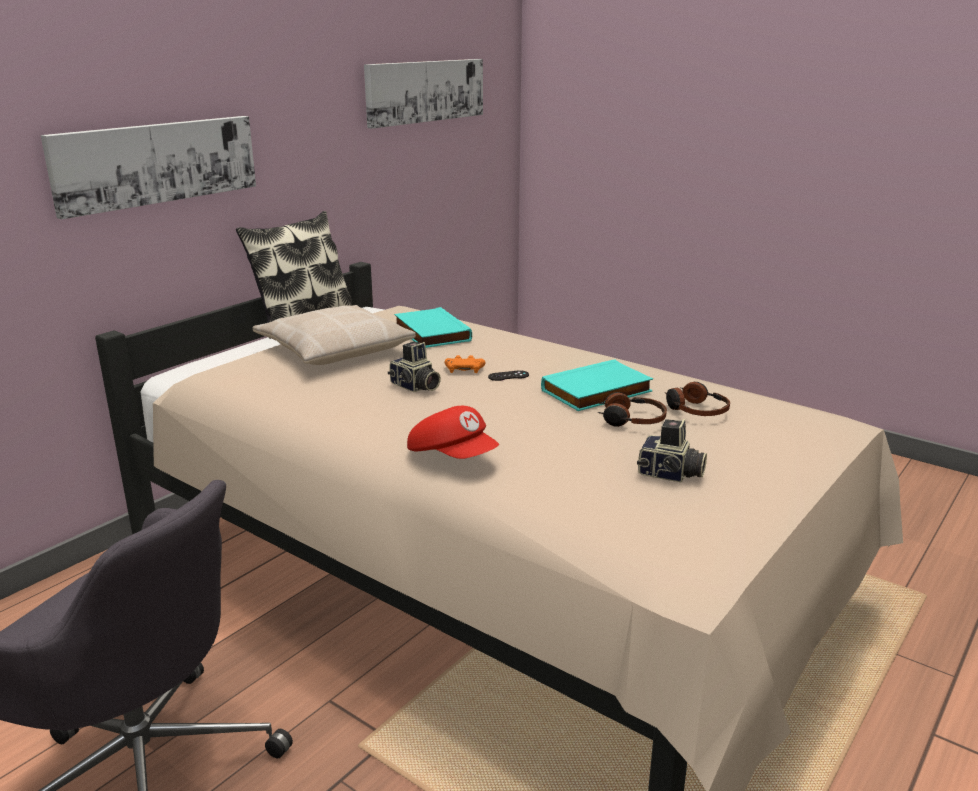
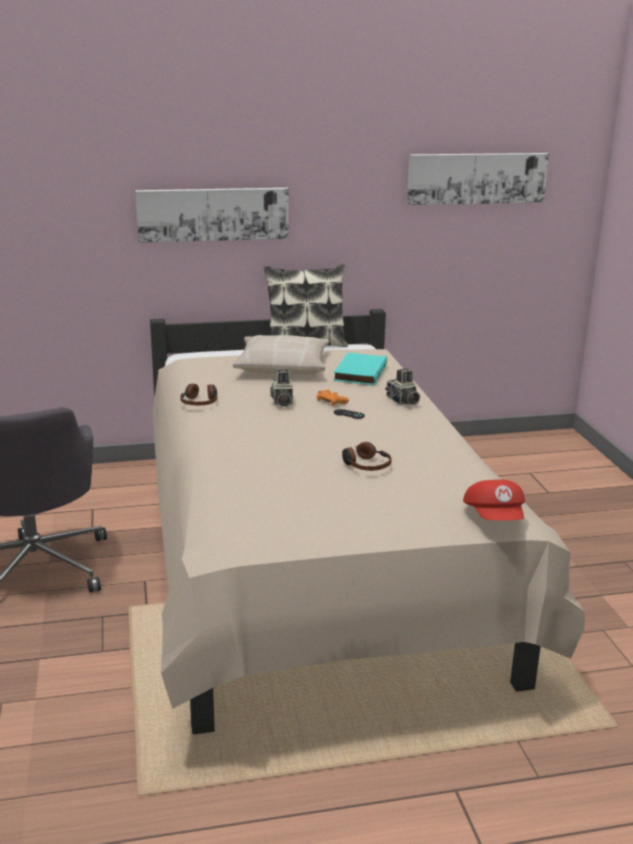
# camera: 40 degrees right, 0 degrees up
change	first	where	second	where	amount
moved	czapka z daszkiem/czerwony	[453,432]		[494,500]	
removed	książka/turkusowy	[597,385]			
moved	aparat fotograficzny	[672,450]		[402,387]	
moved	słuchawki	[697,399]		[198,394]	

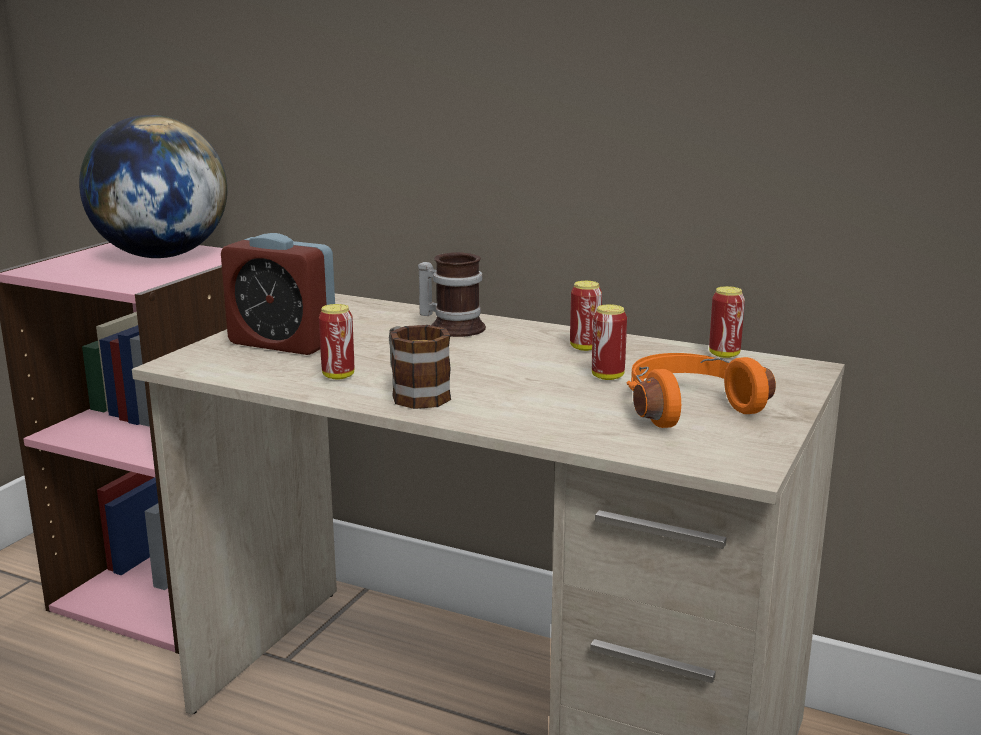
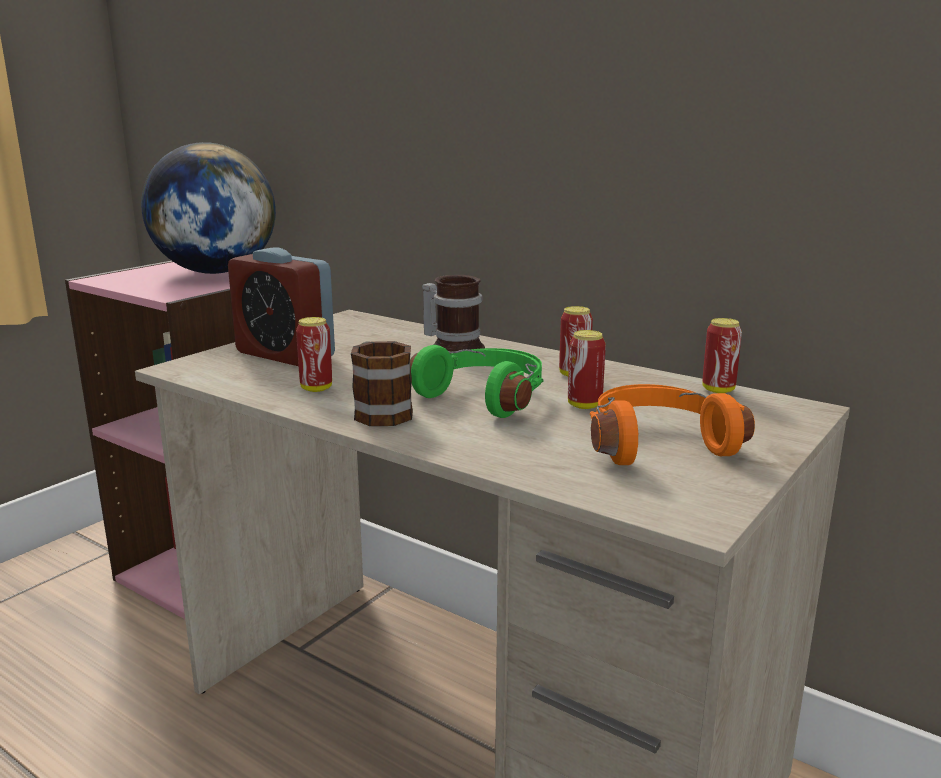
# camera: 10 degrees right, 0 degrees up
change	first	where	second	where	amount
added			słuchawki/zielony	[477,381]	

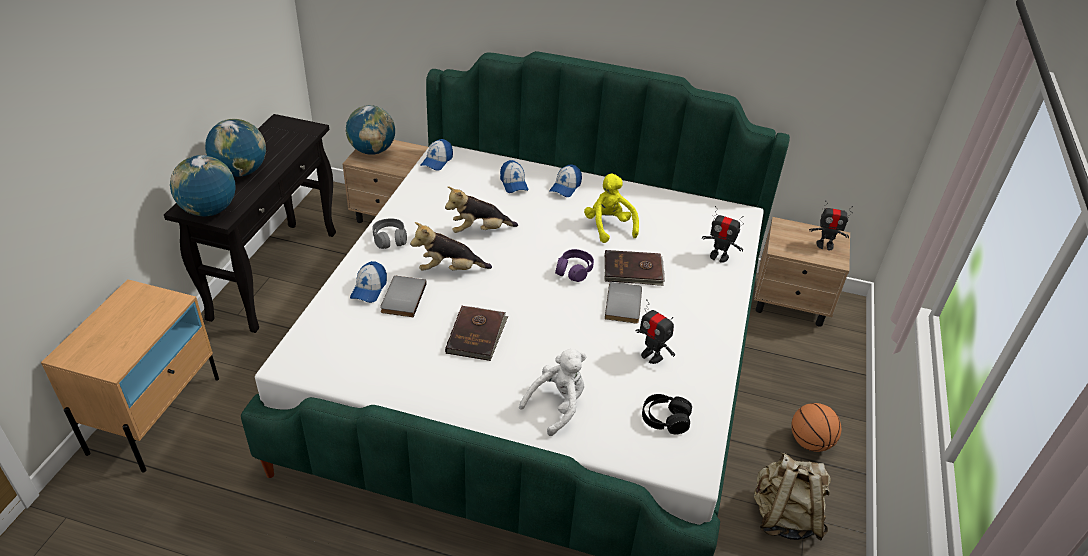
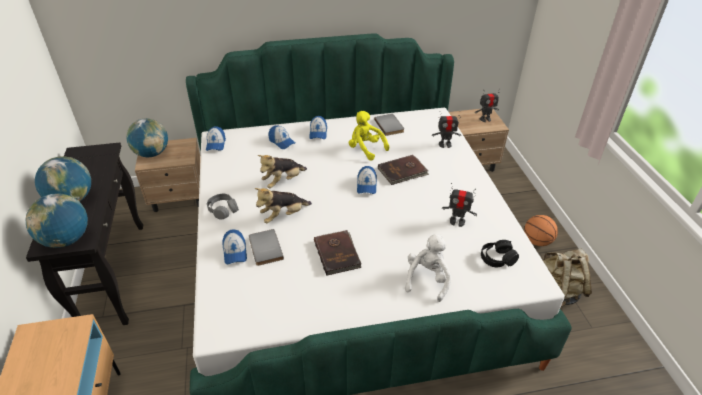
# camera: 25 degrees left, 0 degrees up
change	first	where	second	where	amount
replaced	słuchawki/fioletowy	[574,265]	czapka z daszkiem	[367,180]	
moved	książka/szary	[623,303]		[389,125]	

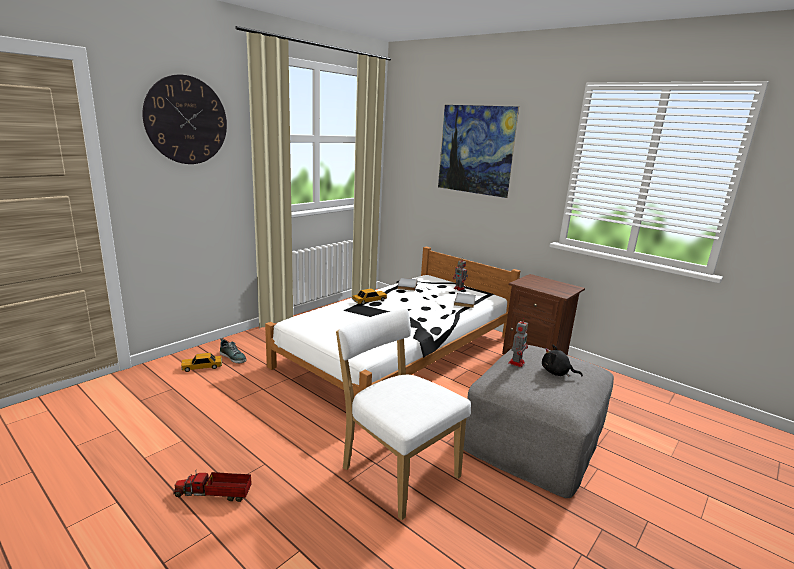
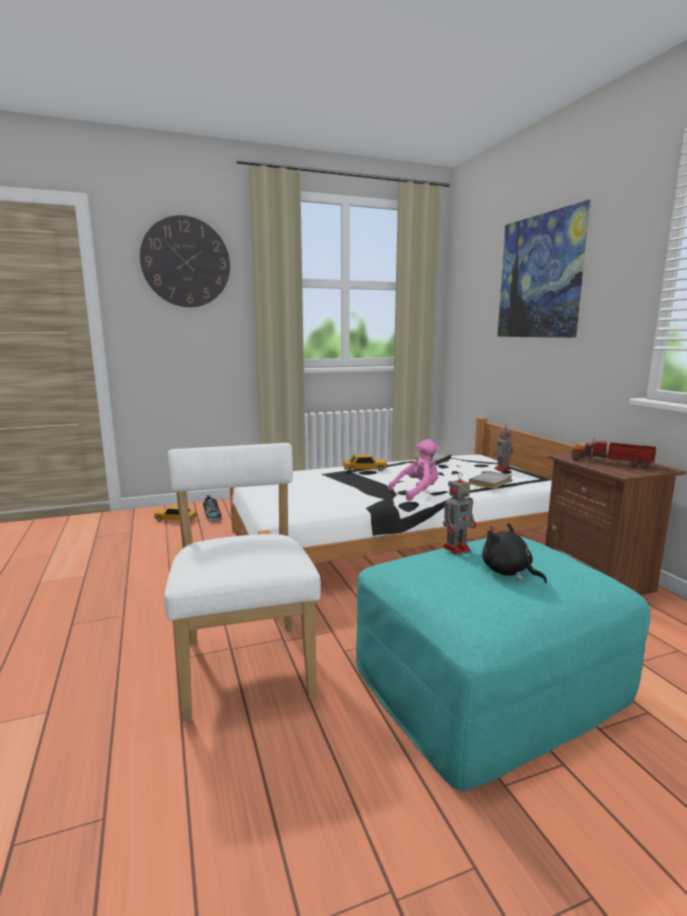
# camera: 30 degrees right, 5 degrees down
change	first	where	second	where	amount
moved	ciężarówka zabawkowa	[213,485]		[613,453]	
recoloured	pufa/szary	[539,421]	pufa/turkusowy	[503,663]	
added			pluszak/różowy	[413,470]	

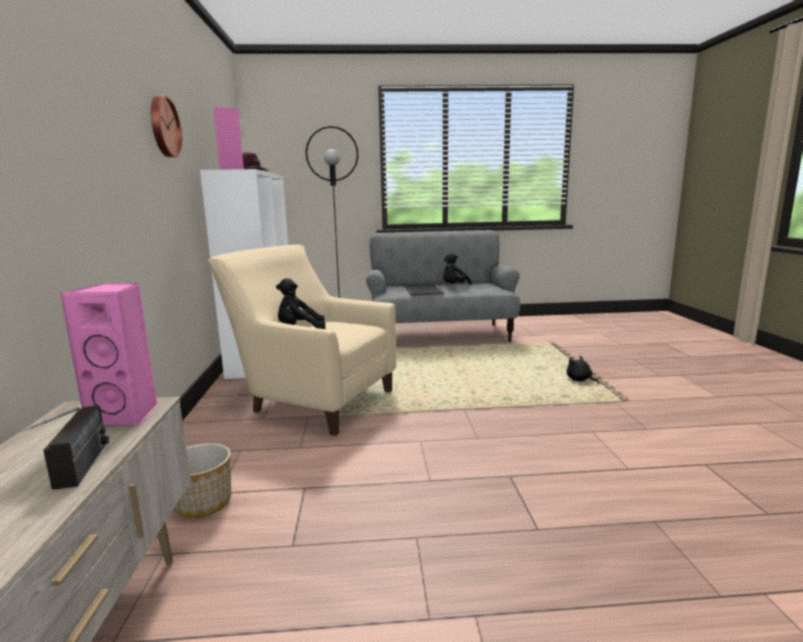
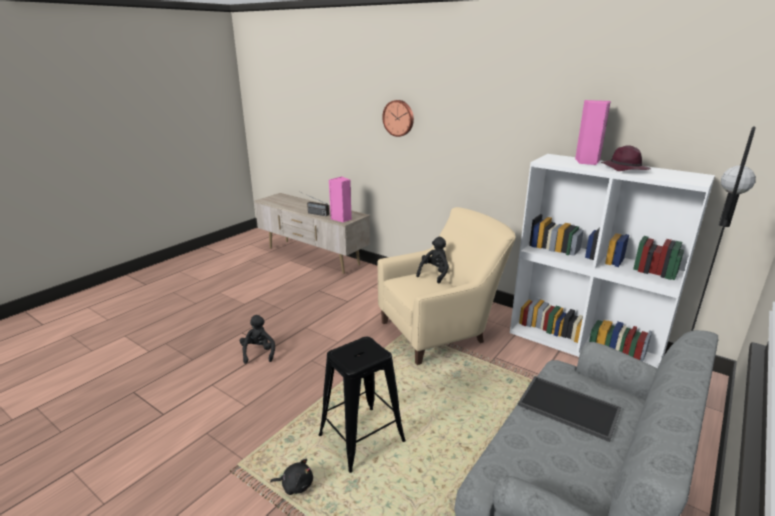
# camera: 130 degrees right, 10 degrees up
change	first	where	second	where	amount
moved	zegar ścienny	[166,126]		[398,118]	
removed	donica	[202,480]			
moved	pluszak/czarny	[457,269]		[257,339]	
added			stołek/czarny	[362,405]	

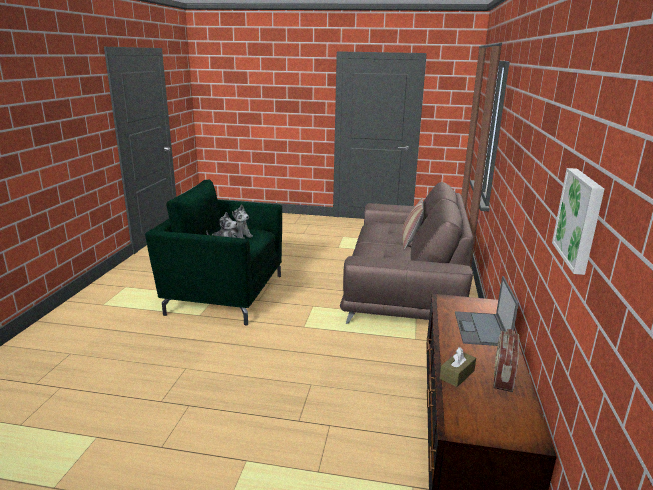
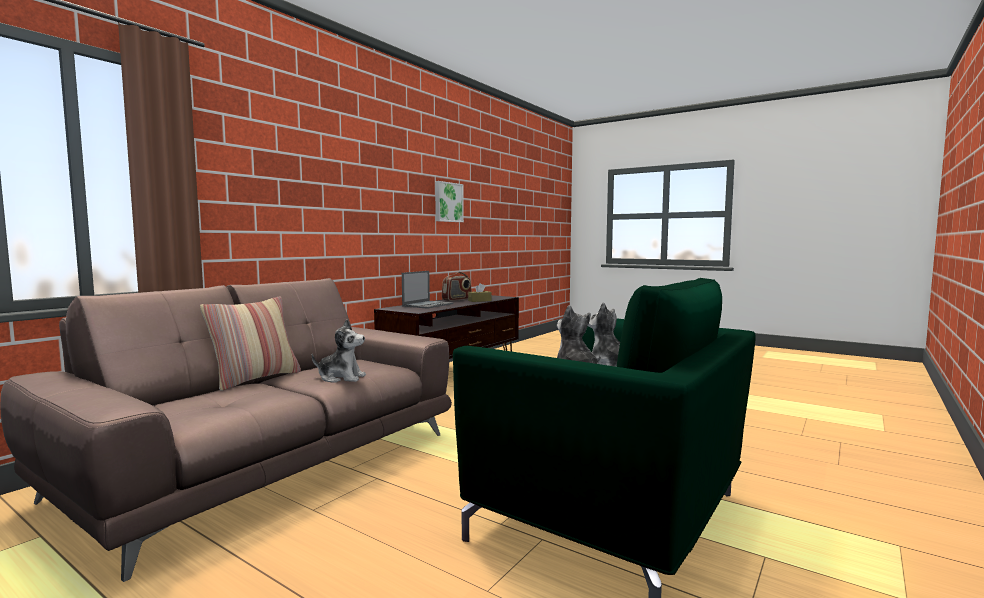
# camera: 155 degrees left, 15 degrees down
change	first	where	second	where	amount
added			pluszak	[339,351]	

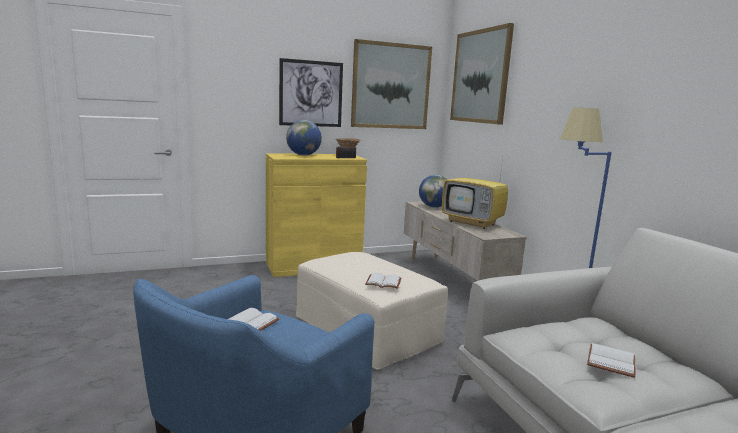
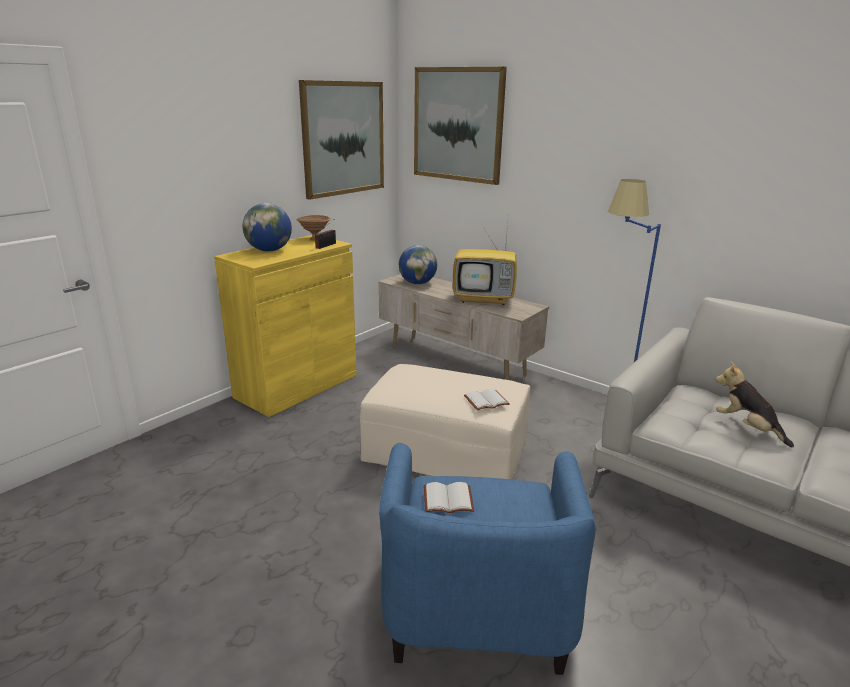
# camera: 30 degrees left, 10 degrees up
change	first	where	second	where	amount
removed	obraz	[311,92]			
replaced	książka/biały	[611,360]	pluszak	[755,404]	

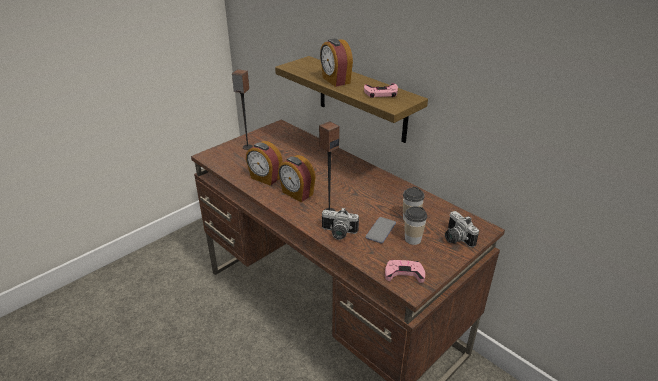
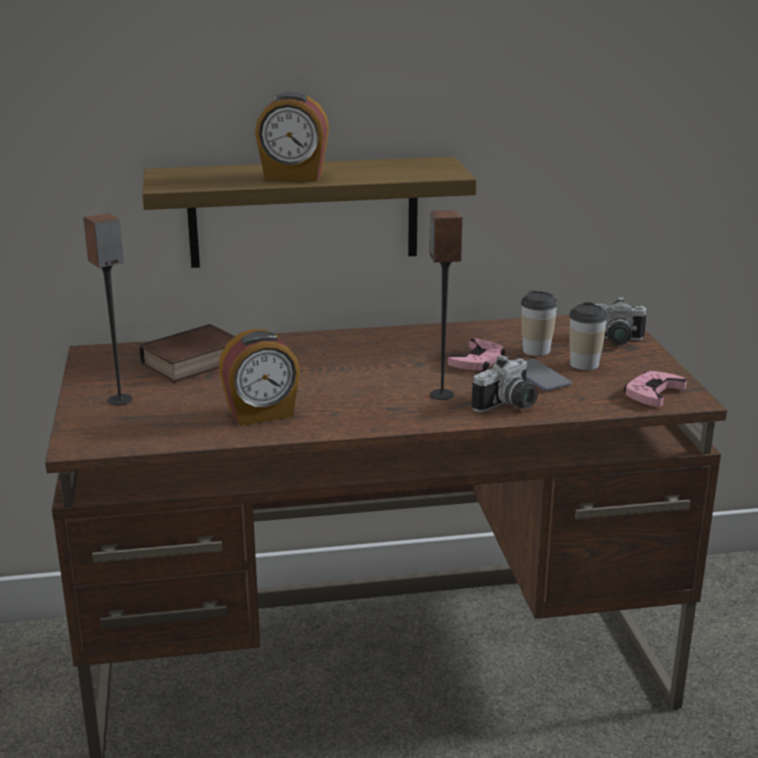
# camera: 55 degrees left, 10 degrees down
change	first	where	second	where	amount
removed	budzik	[297,178]			
moved	pad do gier/różowy	[381,91]		[476,354]	
added			książka	[187,353]	

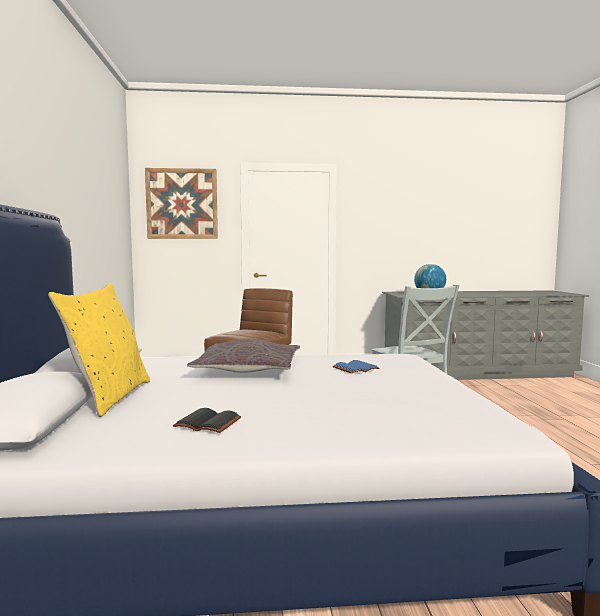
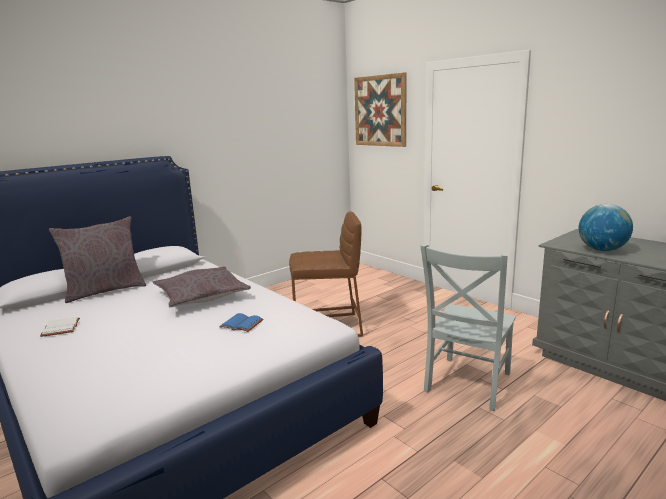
# camera: 55 degrees right, 10 degrees up
change	first	where	second	where	amount
recoloured	poduszka/żółty	[99,350]	poduszka/szary	[97,259]	
recoloured	książka/czarny	[207,420]	książka/biały	[60,327]	

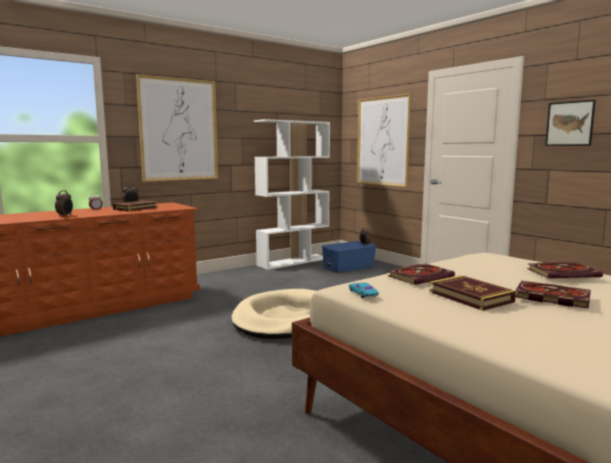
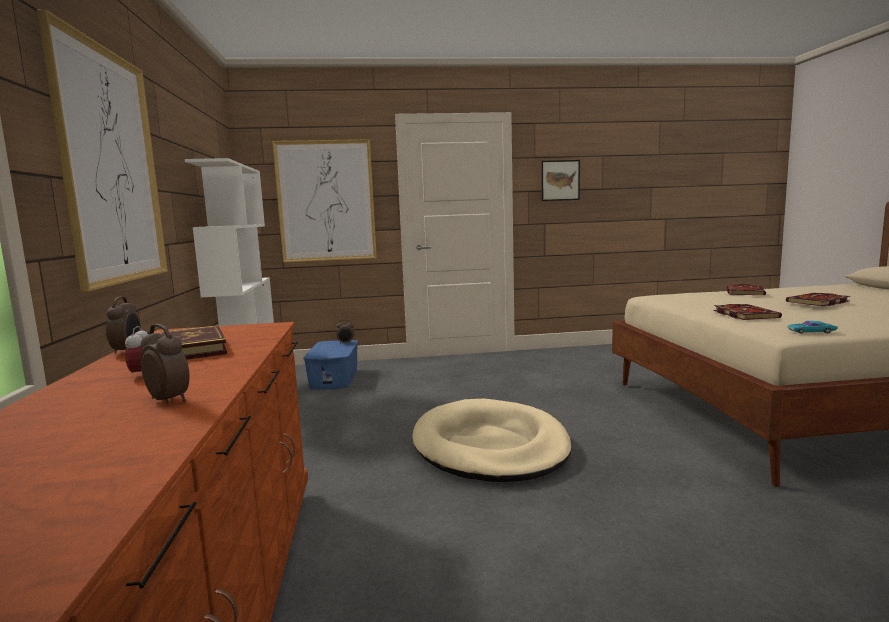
# camera: 60 degrees left, 0 degrees up
change	first	where	second	where	amount
removed	książka	[472,293]			

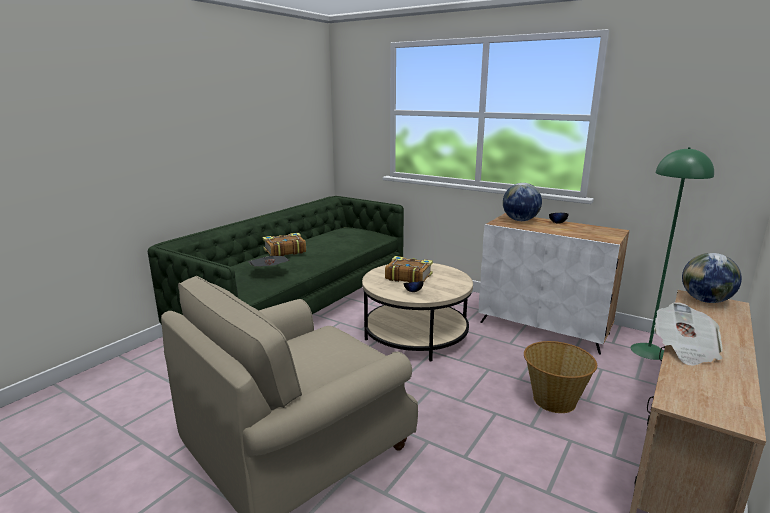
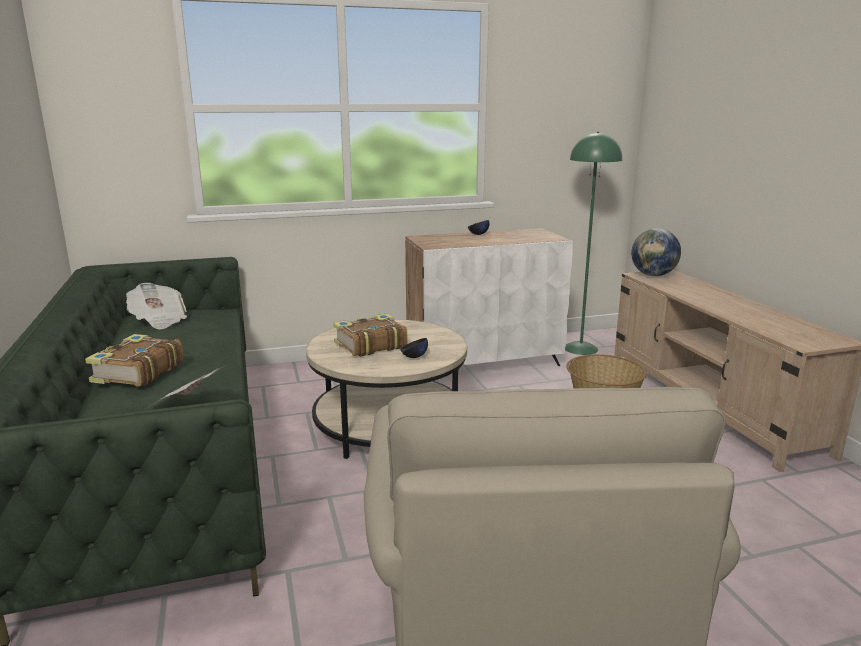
# camera: 50 degrees left, 0 degrees up
change	first	where	second	where	amount
removed	globus	[522,202]			
moved	gazeta	[688,333]		[156,306]	

